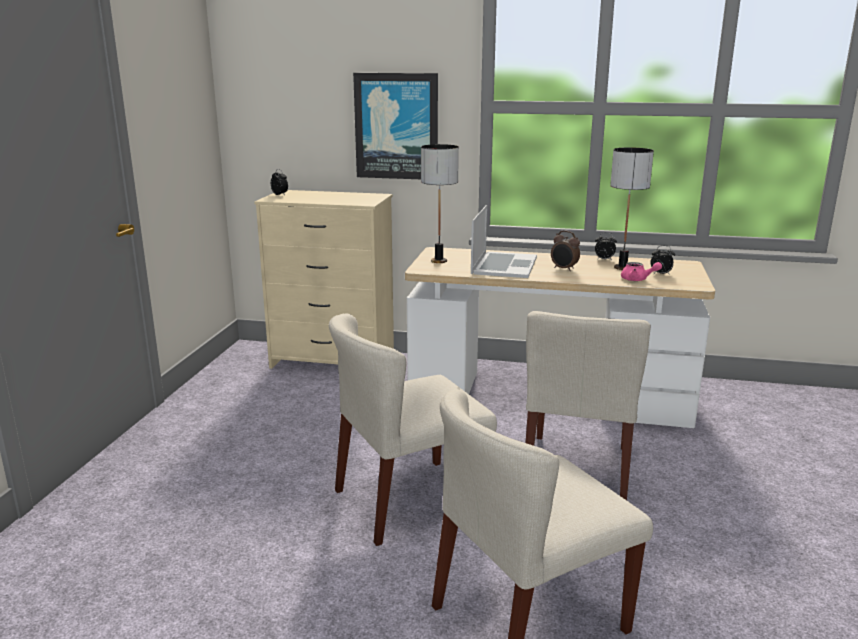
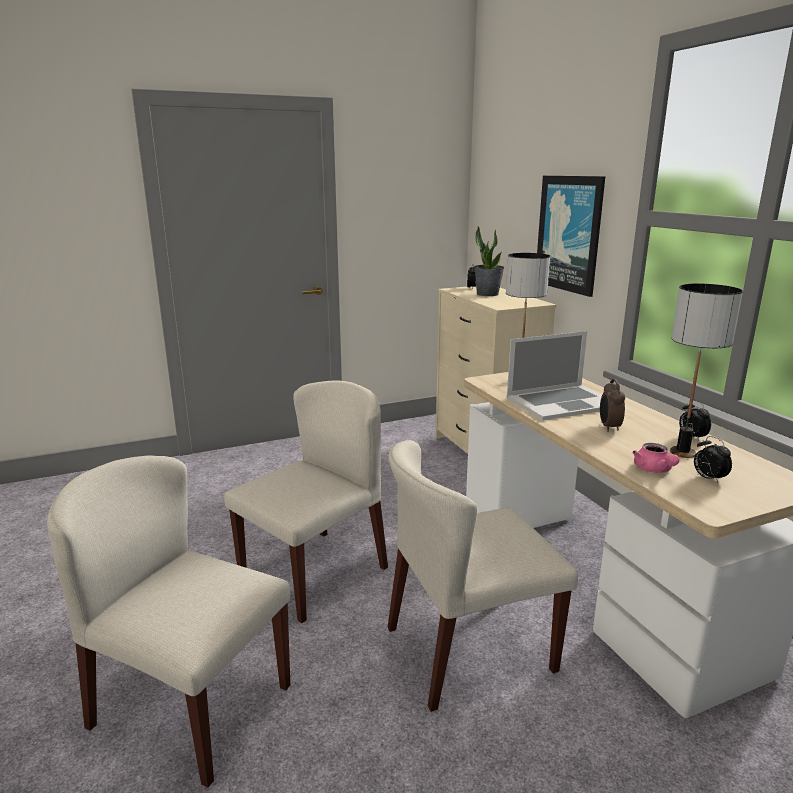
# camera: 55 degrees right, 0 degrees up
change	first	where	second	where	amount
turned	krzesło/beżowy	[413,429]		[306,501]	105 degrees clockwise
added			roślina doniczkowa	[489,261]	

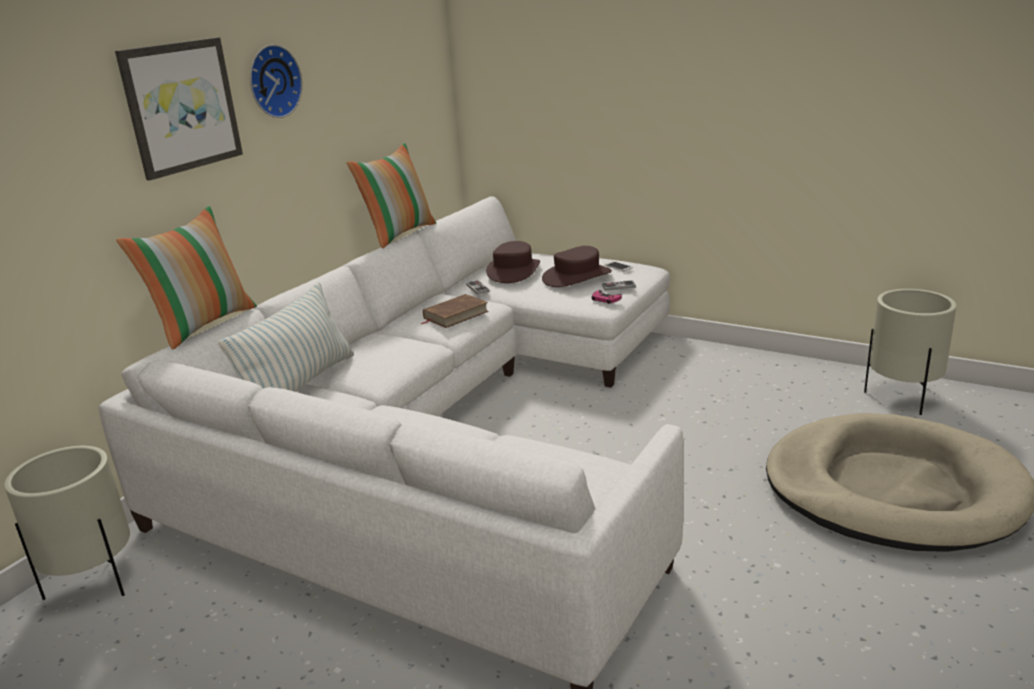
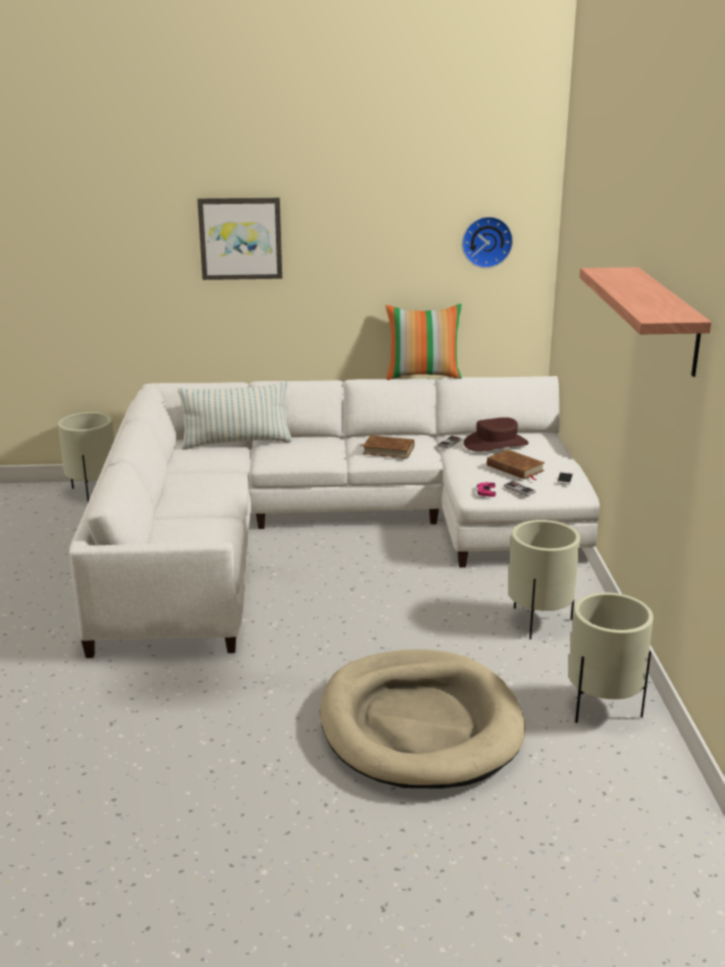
# camera: 55 degrees right, 0 degrees up
change	first	where	second	where	amount
removed	poduszka	[186,278]			
moved	zegar ścienny	[276,81]		[487,242]	
replaced	kapelusz/brązowy	[577,266]	książka/brązowy	[516,464]	
added			donica/beżowy	[544,579]	
added			półka	[646,322]	

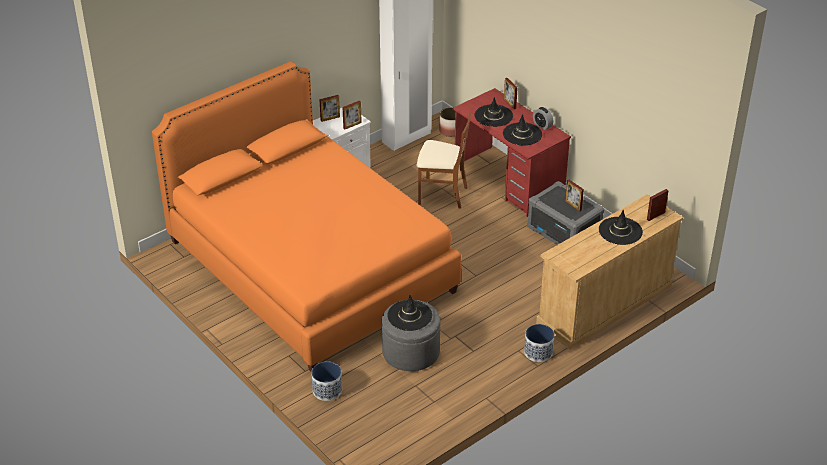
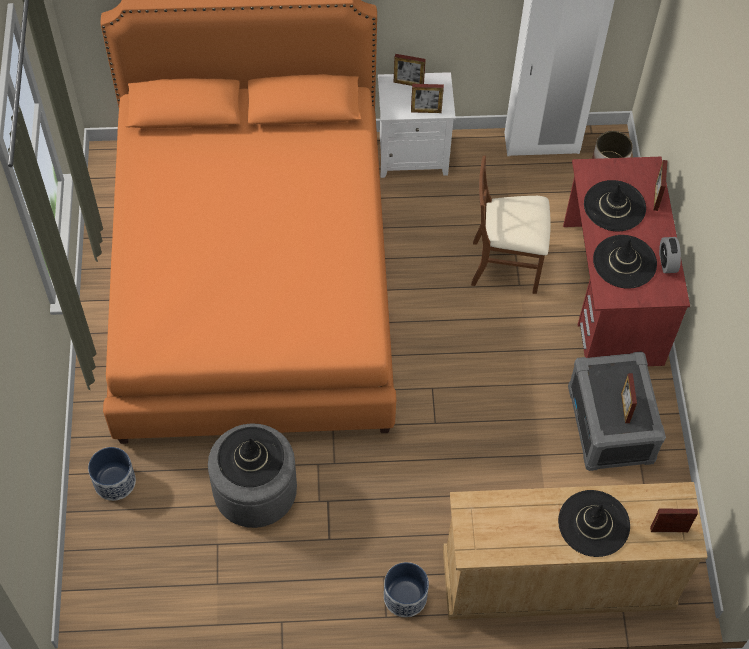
# camera: 35 degrees right, 20 degrees up
change	first	where	second	where	amount
turned	krzesło/brązowy	[444,160]		[511,225]	135 degrees clockwise

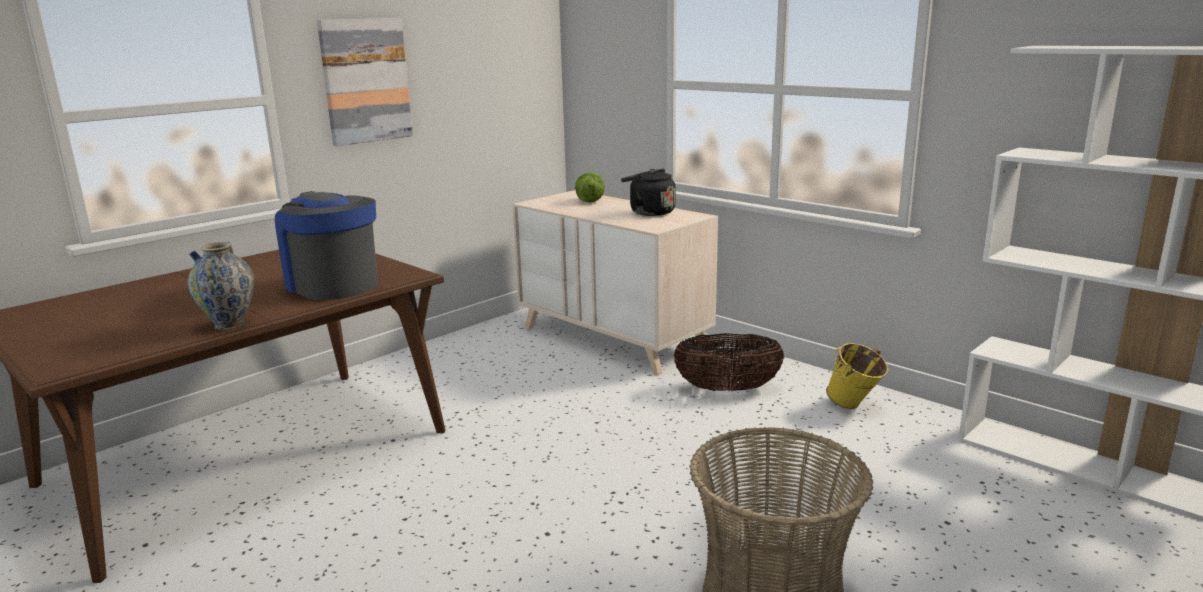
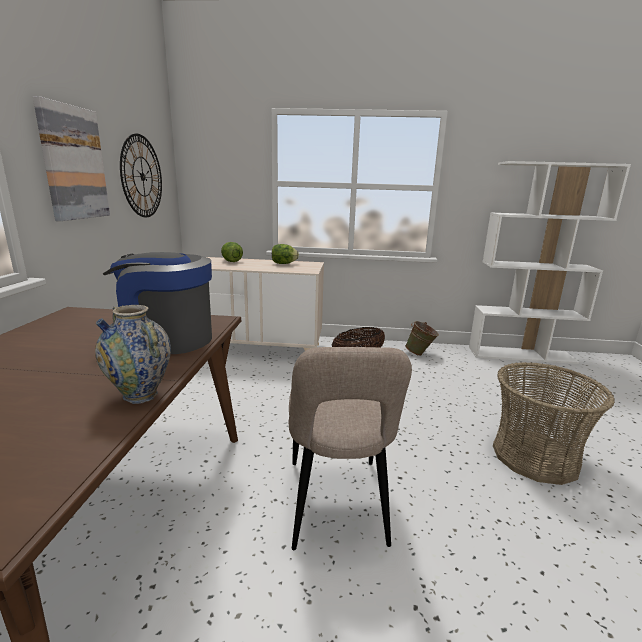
# camera: 40 degrees left, 0 degrees up
change	first	where	second	where	amount
replaced	czajnik/czarny	[648,192]	sałata	[285,254]	
recoloured	wiadro/żółty	[857,376]	wiadro/zielony	[422,338]	
added			zegar ścienny	[141,175]	
added			krzesło/beżowy	[350,448]	

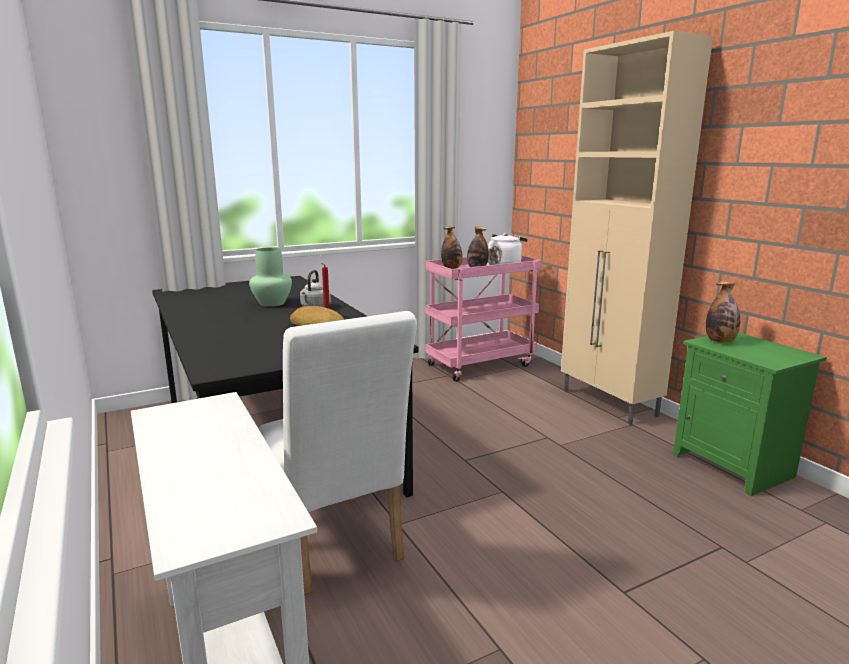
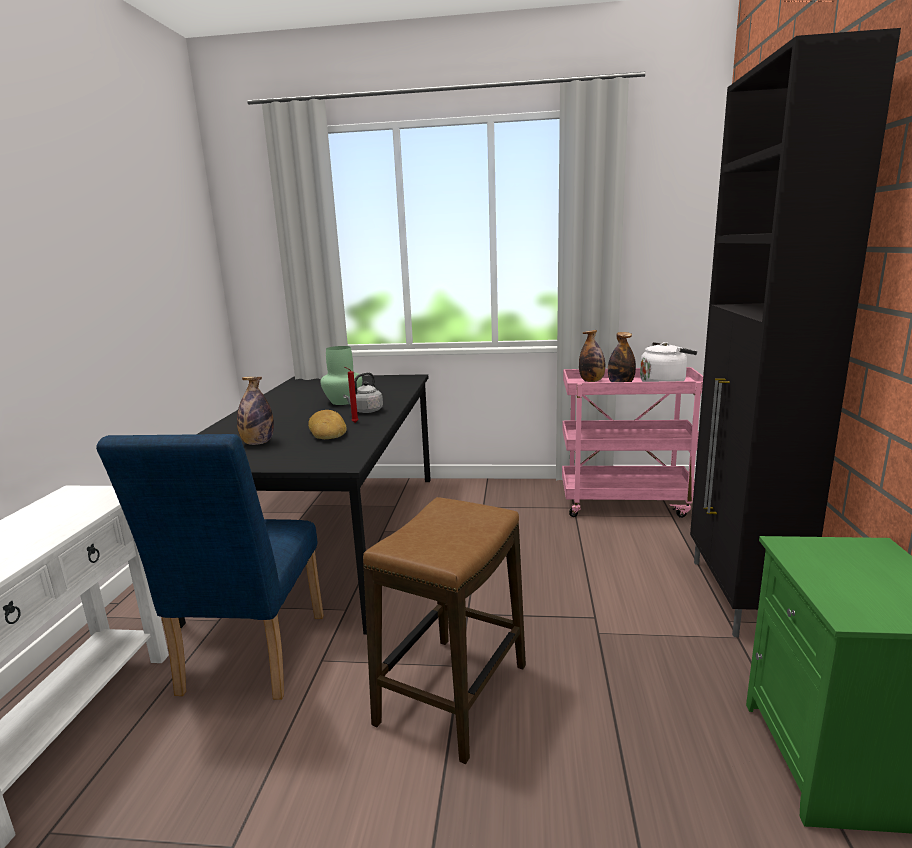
# camera: 35 degrees right, 0 degrees up
change	first	where	second	where	amount
recoloured	krzesło/biały	[337,453]	krzesło/niebieski	[210,567]	
recoloured	szafka/beżowy	[637,228]	szafka/czarny	[795,332]	
moved	butelka	[723,312]		[255,411]	
added			stołek	[444,630]	

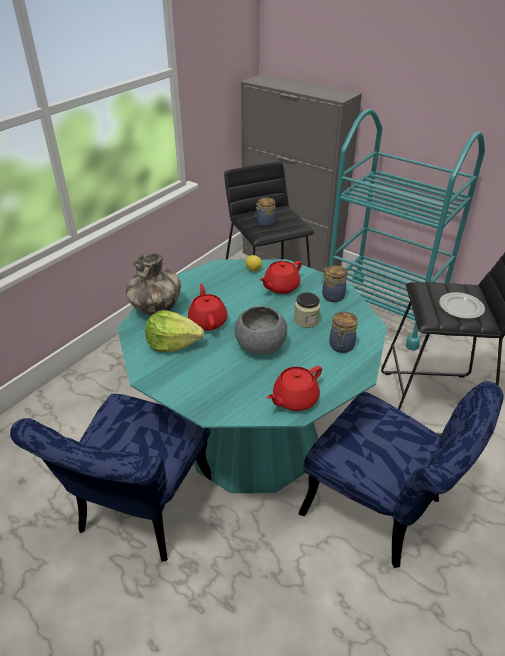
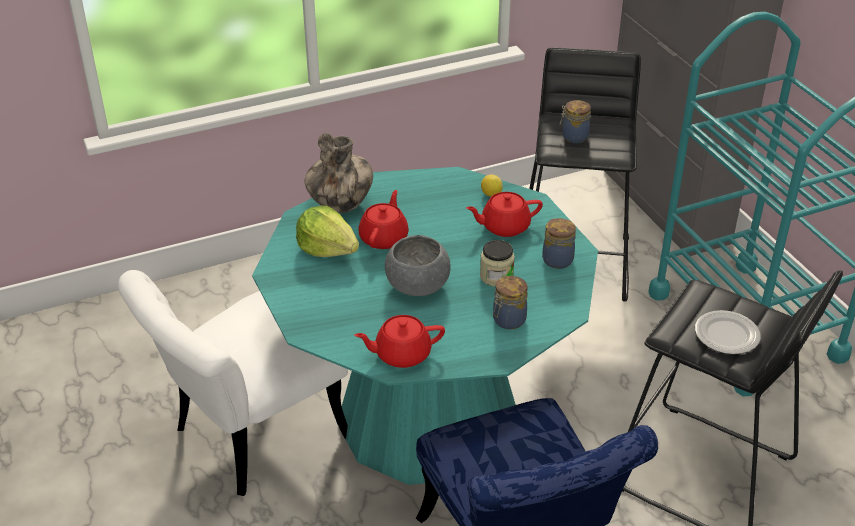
# camera: 30 degrees right, 0 degrees up
change	first	where	second	where	amount
recoloured	krzesło/niebieski	[110,477]	krzesło/biały	[233,383]	

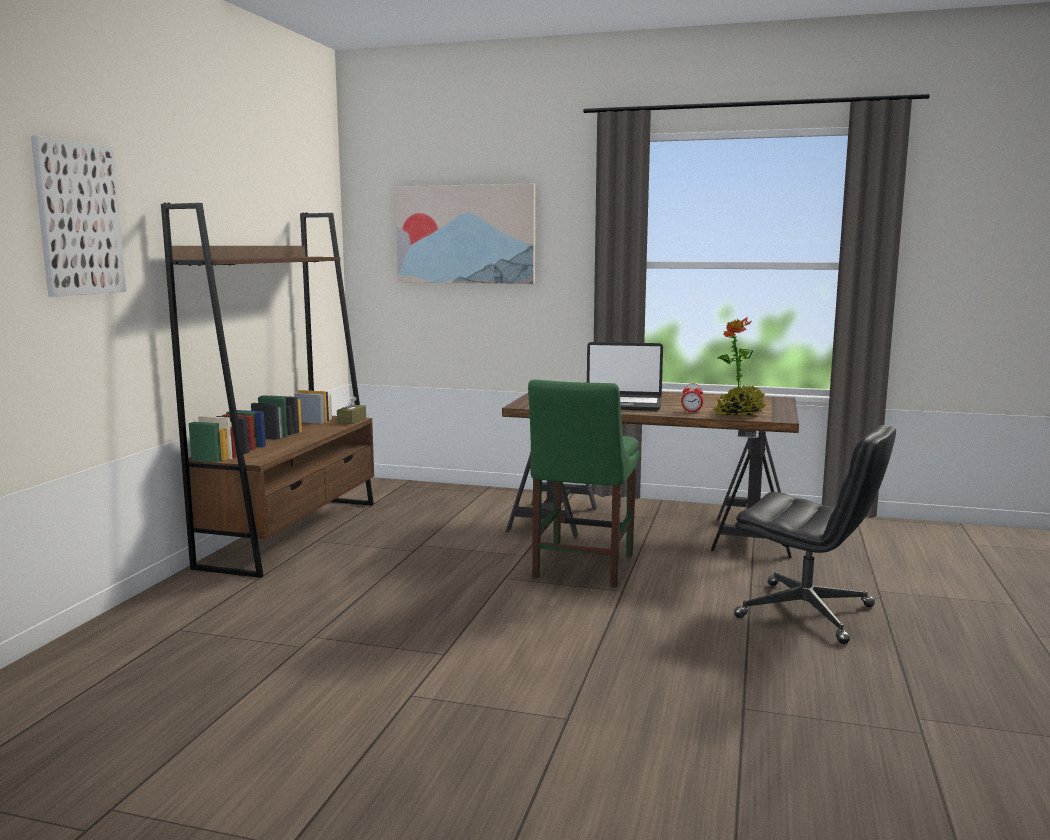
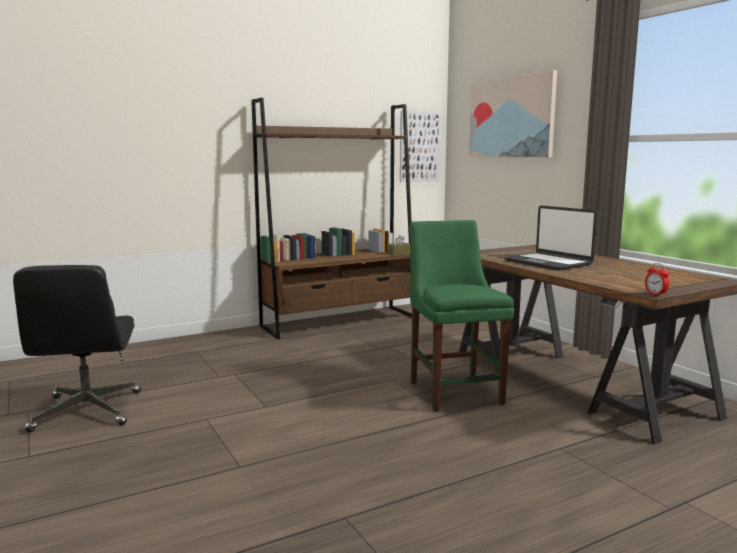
# camera: 45 degrees right, 0 degrees up
change	first	where	second	where	amount
moved	obraz	[78,216]		[420,146]	
turned	krzesło/zielony	[584,483]		[461,316]	105 degrees clockwise
moved	budzik	[692,398]		[657,280]	
removed	roślina doniczkowa	[739,366]			
moved	krzesło biurowe/czarny	[815,534]		[77,348]	

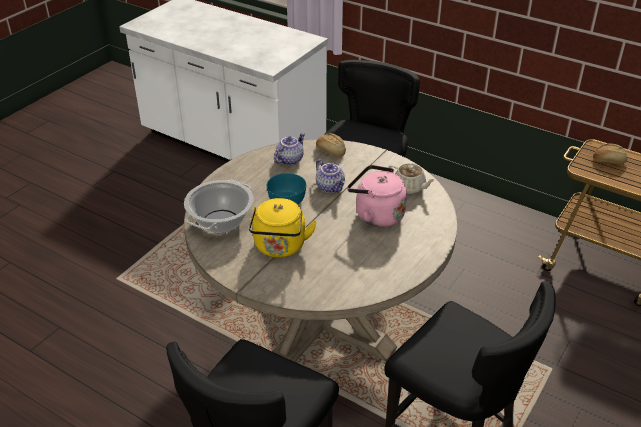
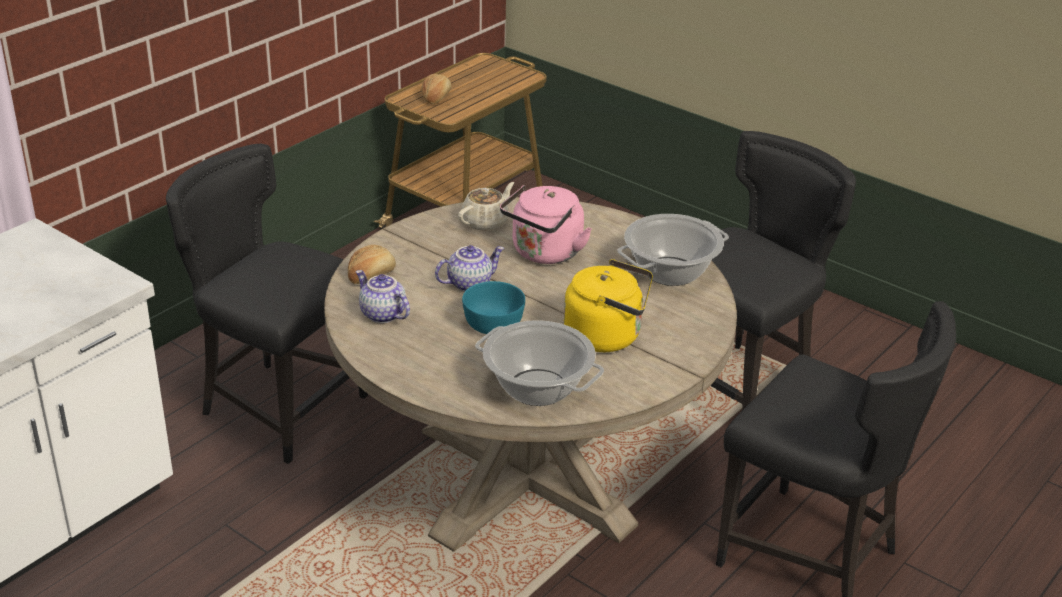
# camera: 85 degrees left, 5 degrees down
change	first	where	second	where	amount
added			garnek	[673,250]	

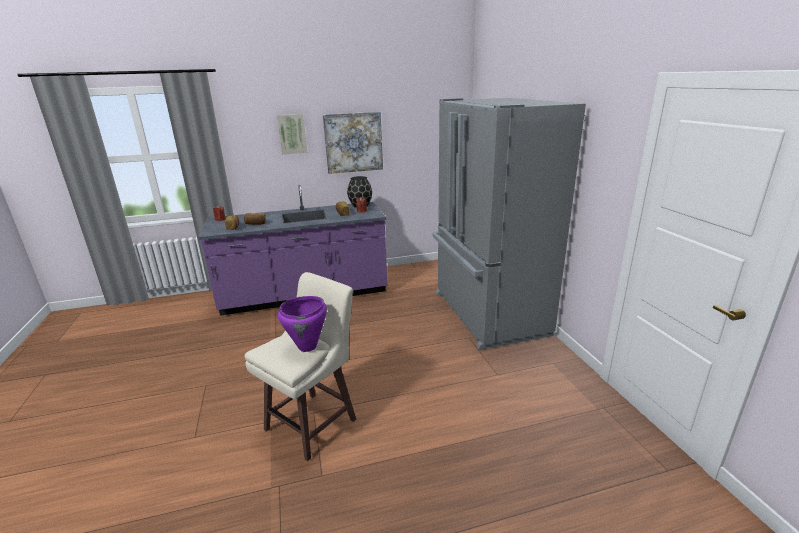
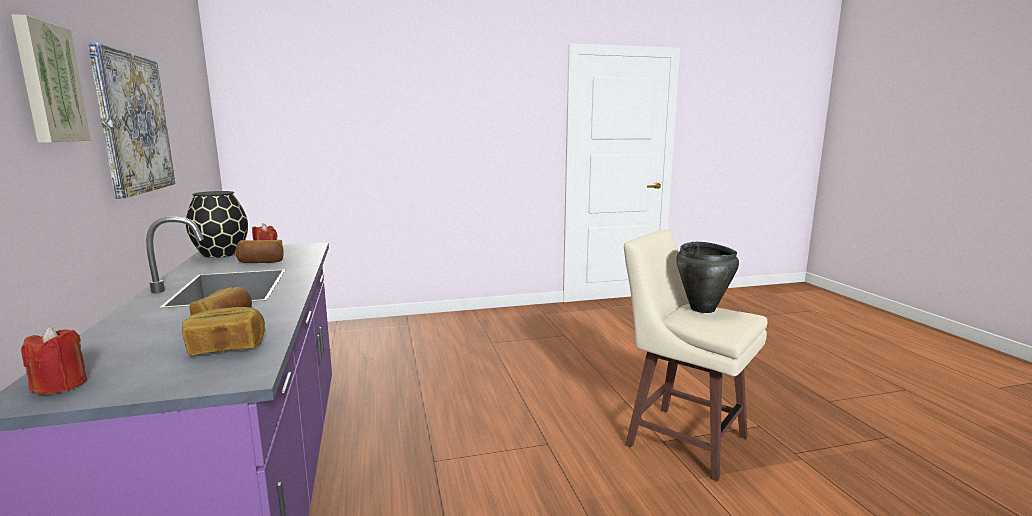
# camera: 90 degrees left, 10 degrees down
change	first	where	second	where	amount
recoloured	garnek/fioletowy	[302,324]	garnek/czarny	[707,277]	
removed	lodówka/szary	[509,224]			

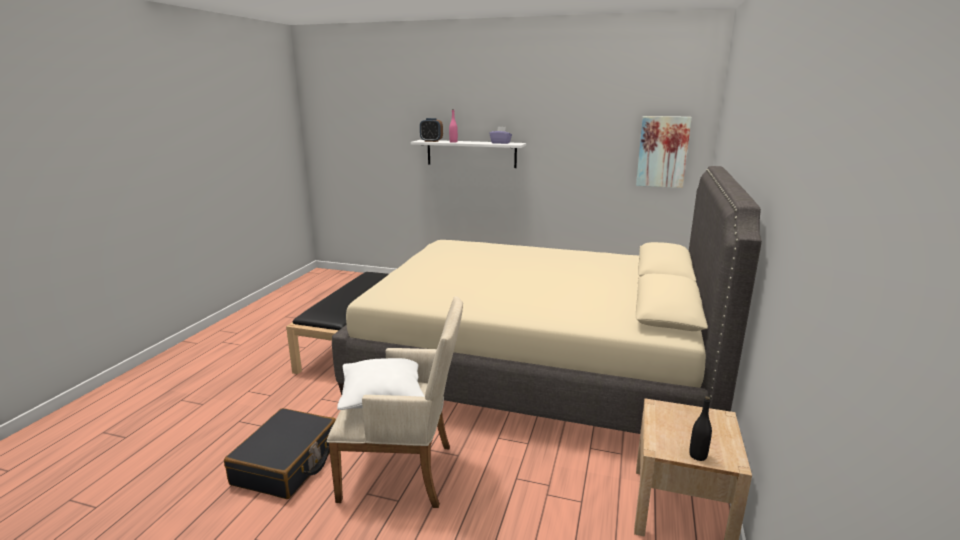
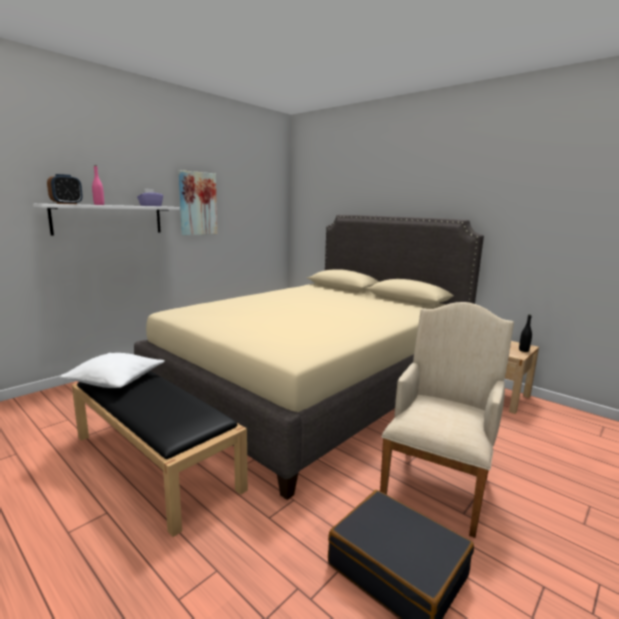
# camera: 65 degrees left, 5 degrees down
change	first	where	second	where	amount
moved	poduszka/biały	[381,384]		[112,370]	
moved	obraz	[664,152]		[197,202]	

